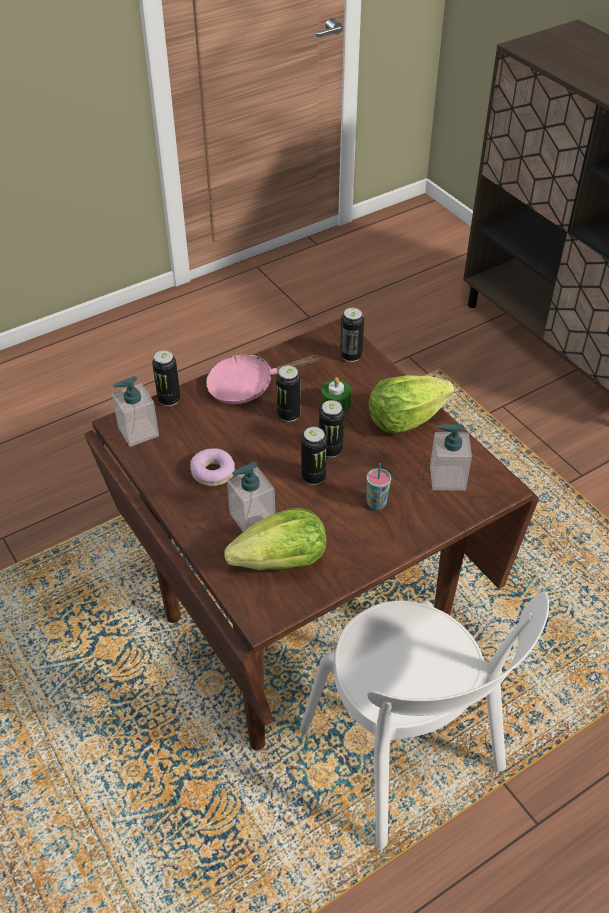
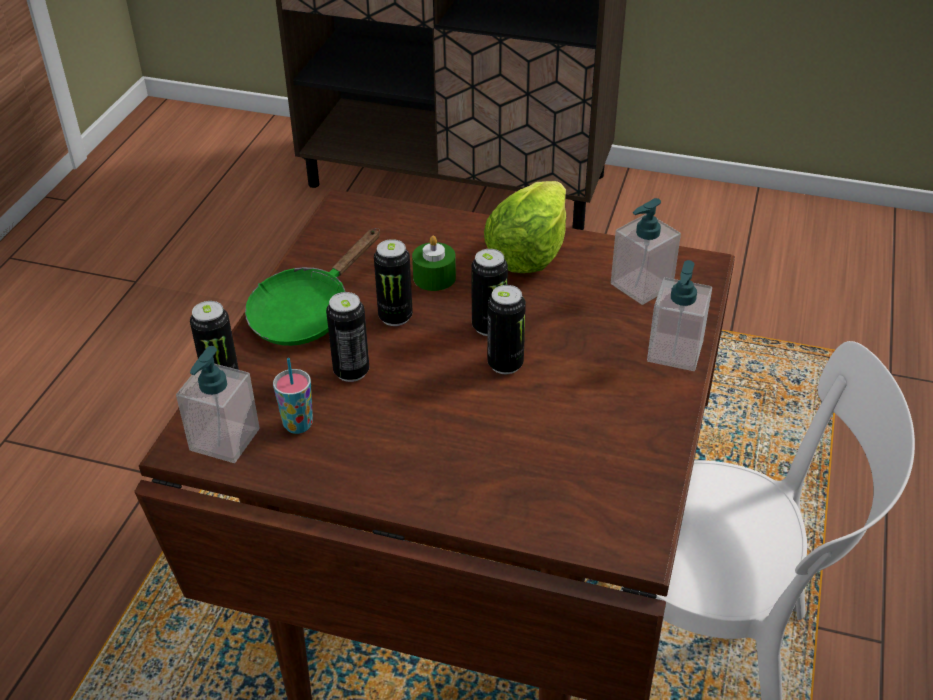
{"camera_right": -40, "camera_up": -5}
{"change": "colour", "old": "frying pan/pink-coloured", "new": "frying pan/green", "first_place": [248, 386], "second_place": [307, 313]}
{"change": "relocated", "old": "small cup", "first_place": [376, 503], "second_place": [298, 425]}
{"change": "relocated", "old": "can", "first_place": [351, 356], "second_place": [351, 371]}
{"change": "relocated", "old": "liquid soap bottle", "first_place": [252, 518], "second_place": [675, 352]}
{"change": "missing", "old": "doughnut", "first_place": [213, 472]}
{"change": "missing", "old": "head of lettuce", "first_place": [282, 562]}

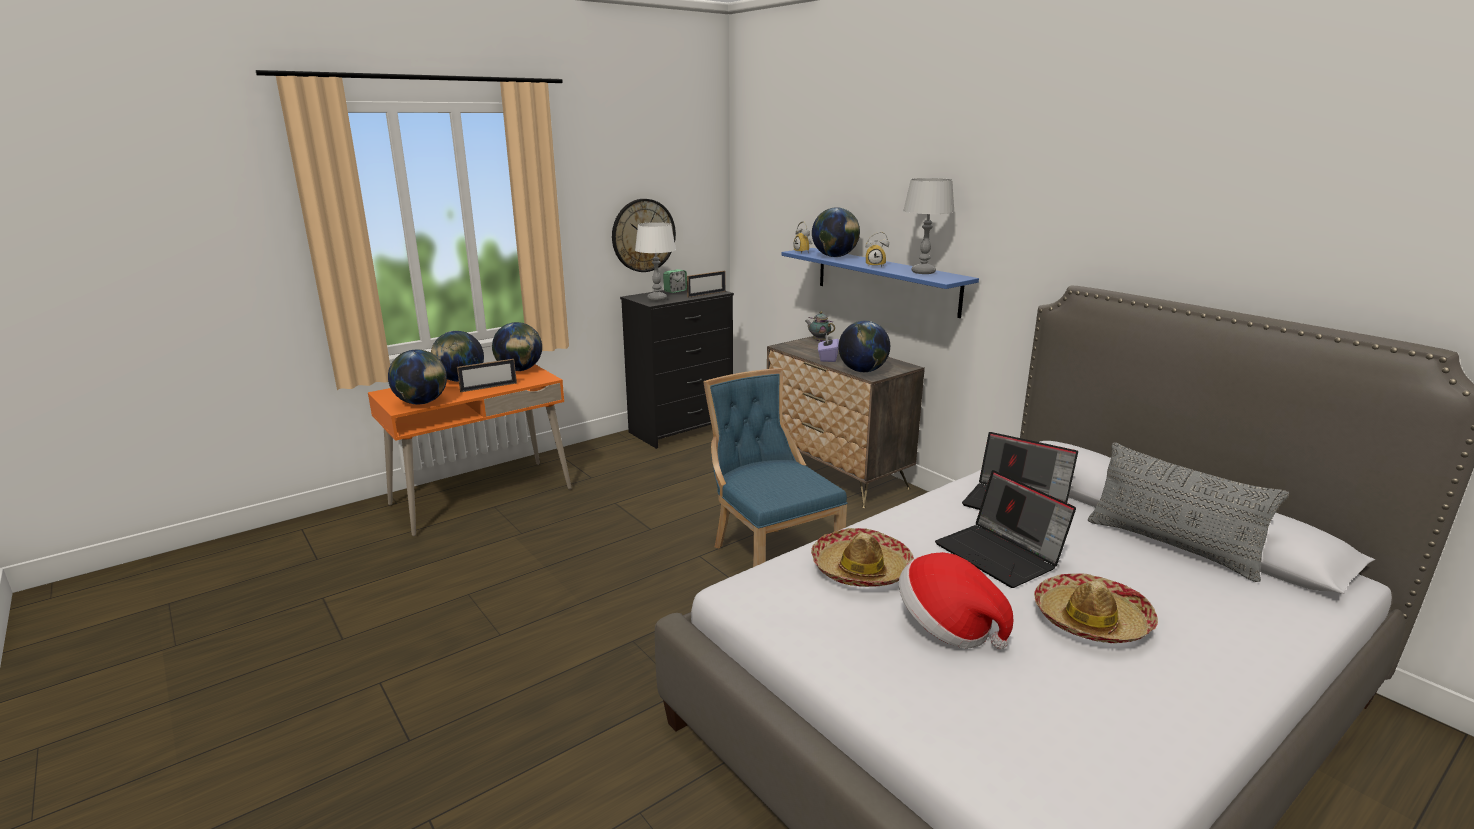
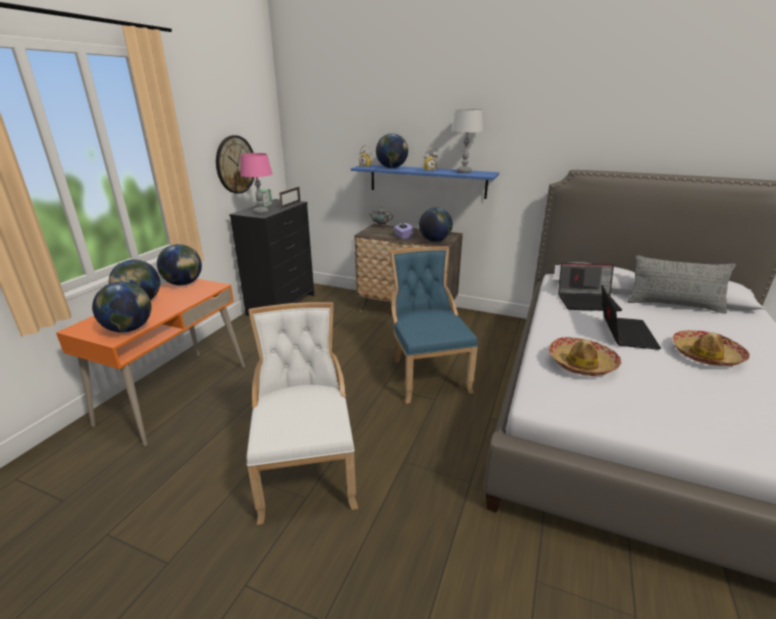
{"camera_right": -30, "camera_up": 5}
{"change": "colour", "old": "lamp for a table/whitish", "new": "lamp for a table/pink-coloured", "first_place": [657, 299], "second_place": [261, 212]}
{"change": "appeared", "new": "plain chair/whitish", "second_place": [307, 472]}
{"change": "spun", "old": "plain chair/blue", "first_place": [769, 559], "second_place": [427, 374], "degrees": 45}
{"change": "spun", "old": "notebook computer", "first_place": [1000, 555], "second_place": [623, 332], "degrees": -105}
{"change": "missing", "old": "standing frame", "first_place": [488, 387]}
{"change": "missing", "old": "wearable hat", "first_place": [947, 626]}

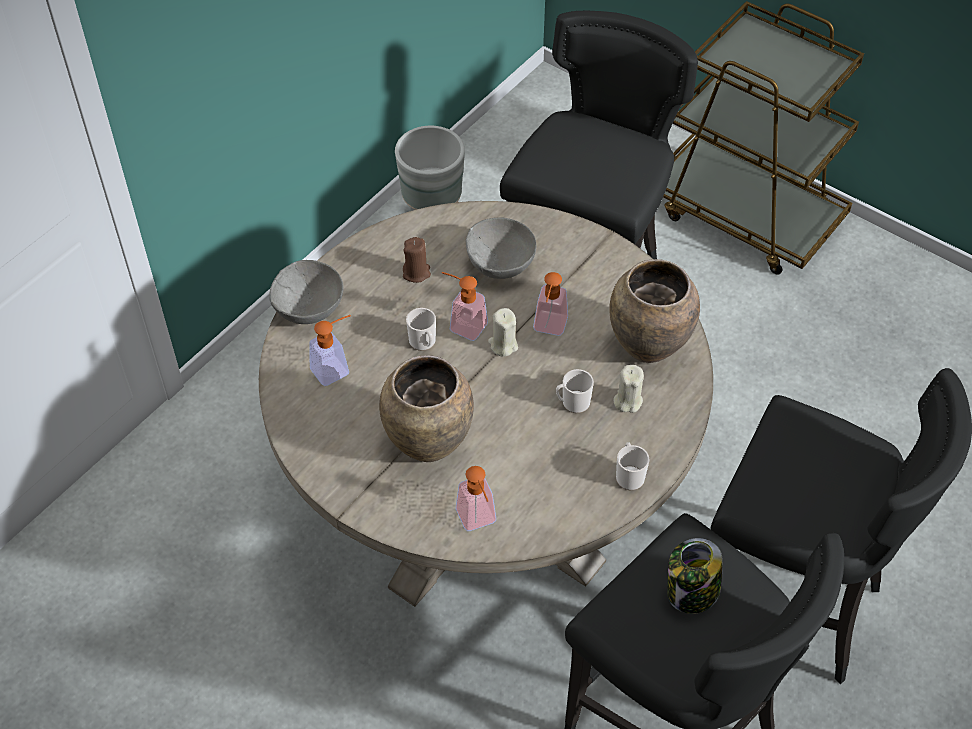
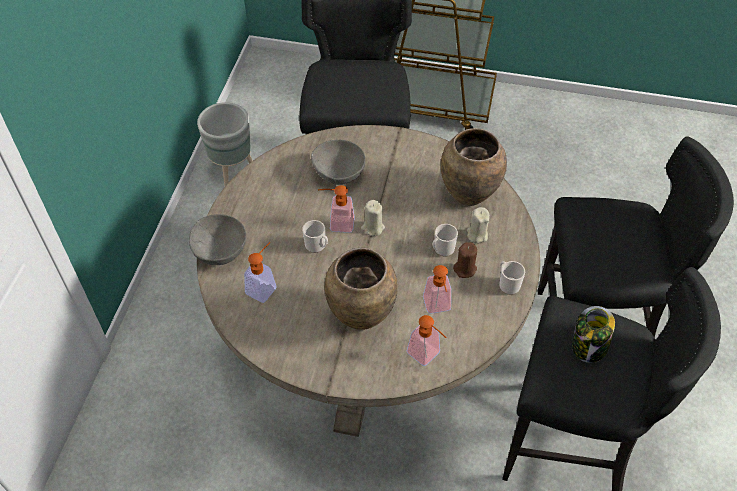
{"camera_right": -25, "camera_up": 0}
{"change": "relocated", "old": "liquid soap bottle", "first_place": [549, 328], "second_place": [438, 307]}
{"change": "relocated", "old": "candle/brownish", "first_place": [416, 273], "second_place": [465, 269]}

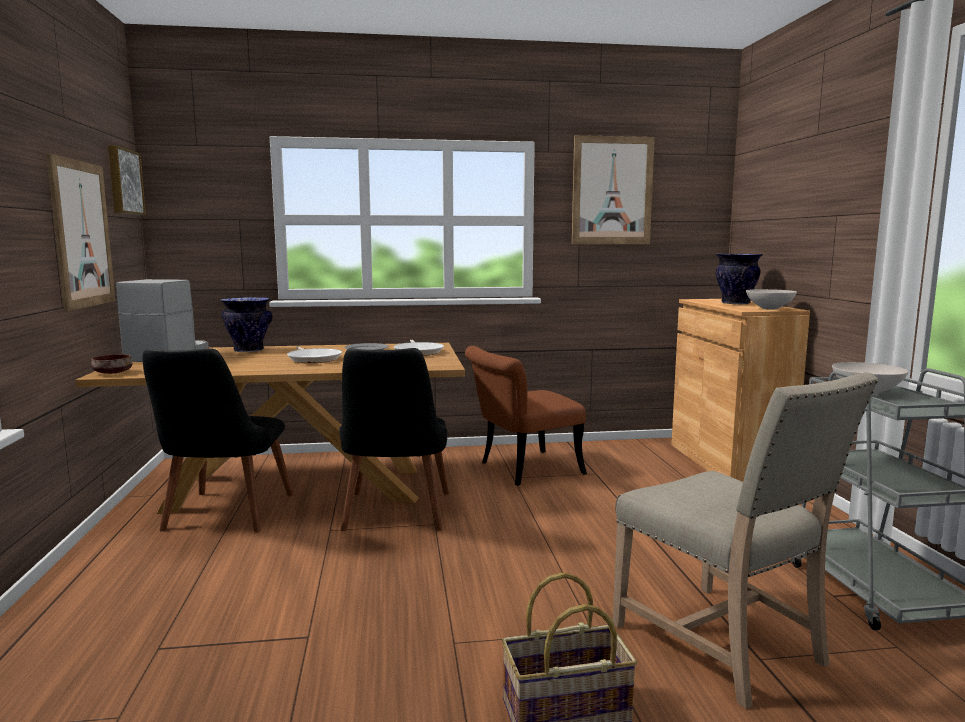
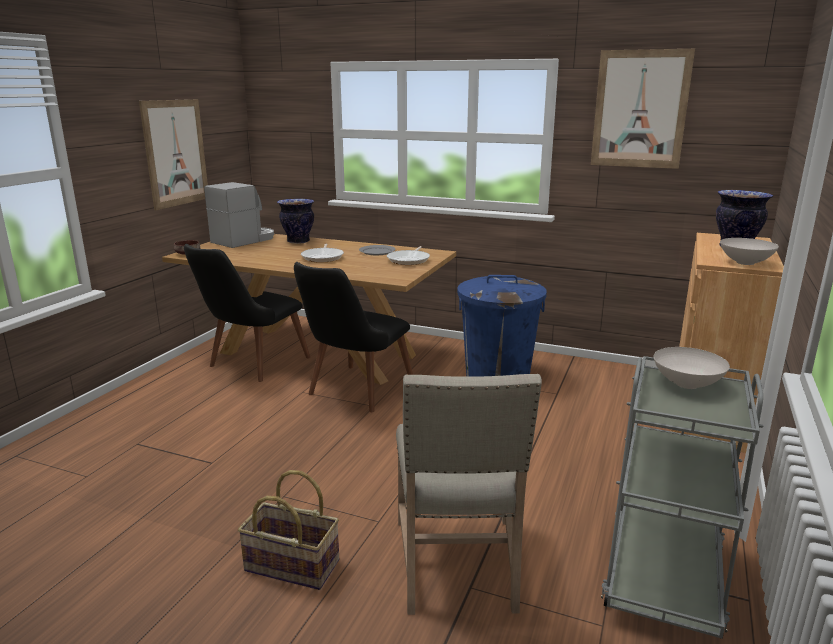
{"camera_right": 30, "camera_up": 10}
{"change": "exchanged", "old": "plain chair/brownish", "new": "trash can/blue", "first_place": [521, 470], "second_place": [497, 375]}
{"change": "missing", "old": "wall art", "first_place": [123, 182]}

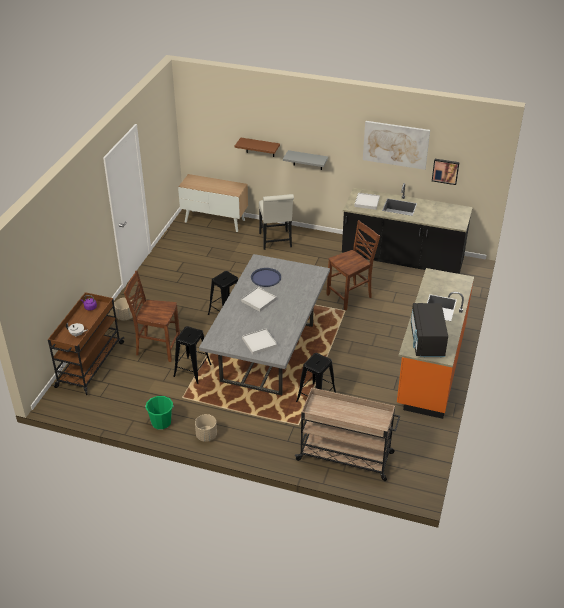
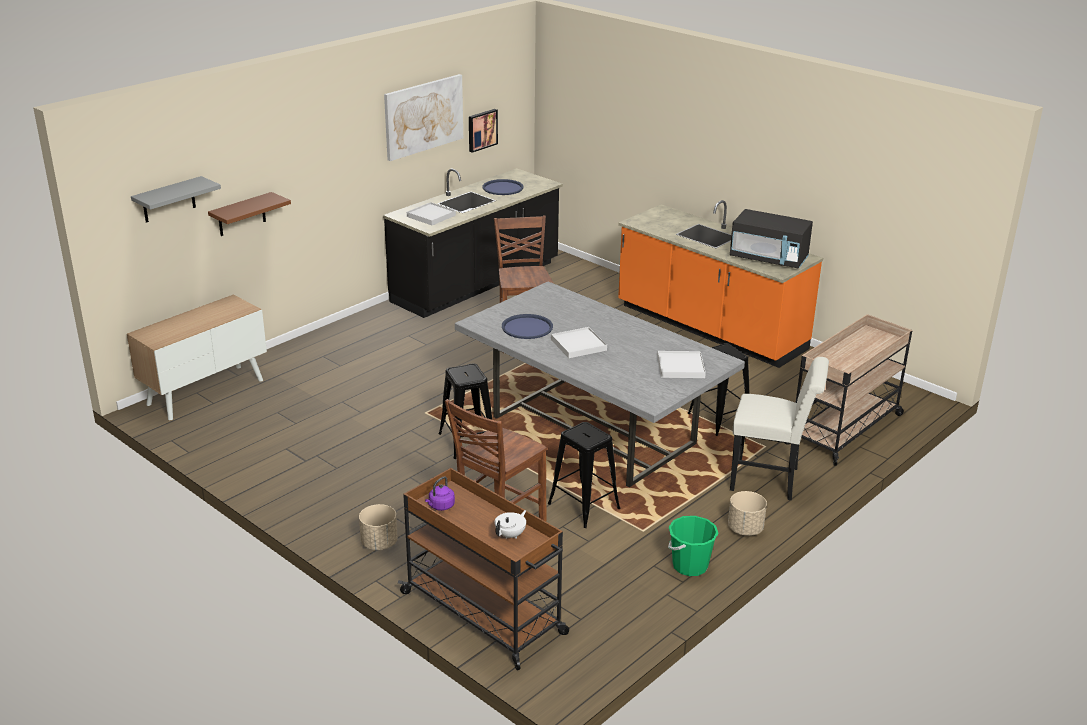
{"camera_right": -65, "camera_up": -10}
{"change": "relocated", "old": "shelf/gray", "first_place": [307, 160], "second_place": [168, 200]}
{"change": "appeared", "new": "carrying tray/blue", "second_place": [503, 188]}
{"change": "relocated", "old": "plain chair/whitish", "first_place": [276, 242], "second_place": [770, 480]}

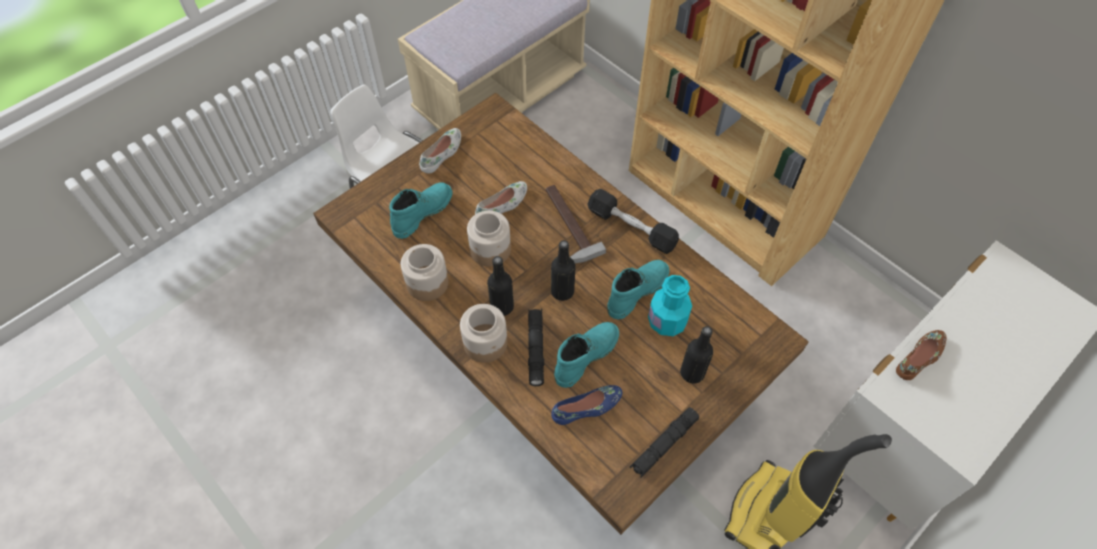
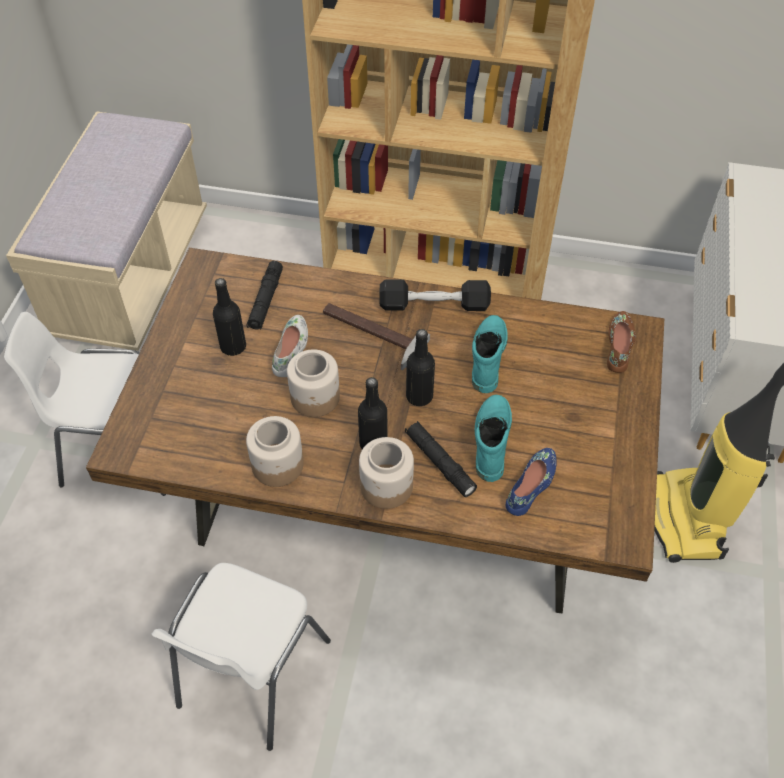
{"camera_right": -35, "camera_up": -5}
{"change": "appeared", "new": "plain chair/whitish", "second_place": [250, 676]}
{"change": "relocated", "old": "drink bottle/black", "first_place": [692, 373], "second_place": [233, 347]}
{"change": "relocated", "old": "flashlight/black", "first_place": [664, 444], "second_place": [265, 301]}
{"change": "relocated", "old": "shoe/brownish", "first_place": [920, 358], "second_place": [620, 346]}
{"change": "missing", "old": "tall boot/turquoise-coloured", "first_place": [422, 212]}
{"change": "missing", "old": "shoe/whitish", "first_place": [442, 154]}
{"change": "missing", "old": "drink bottle/turquoise-coloured", "first_place": [667, 321]}

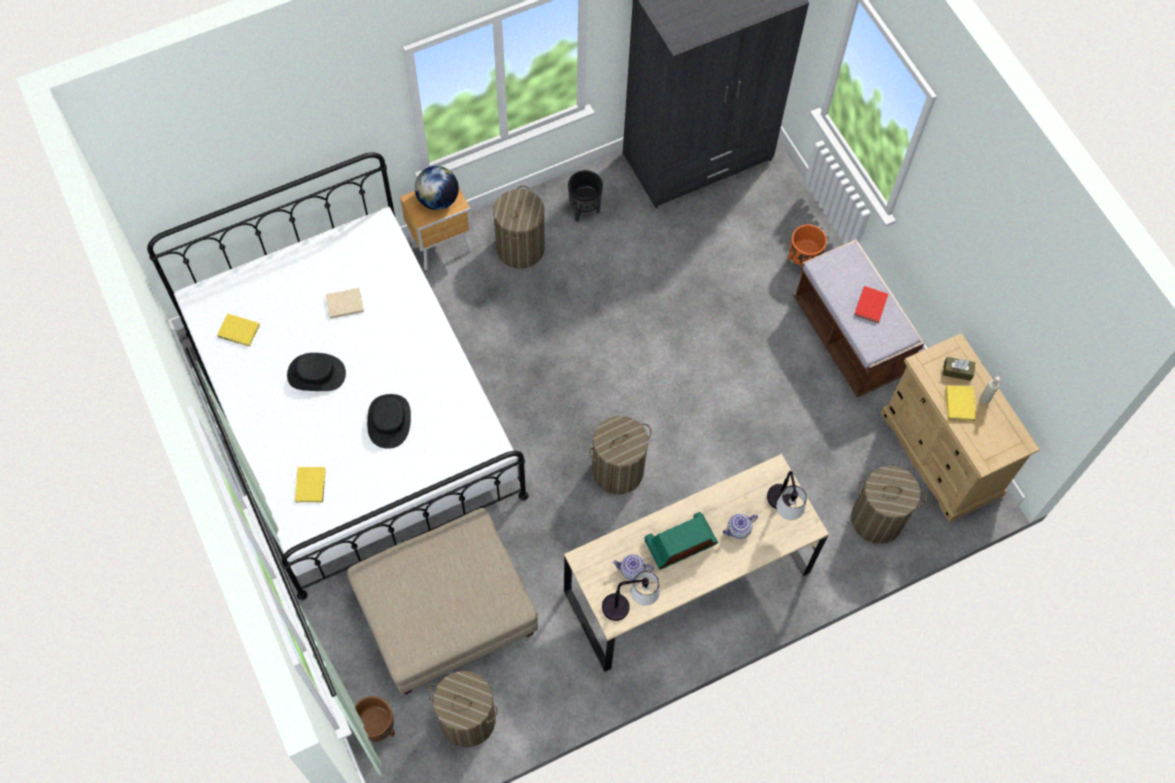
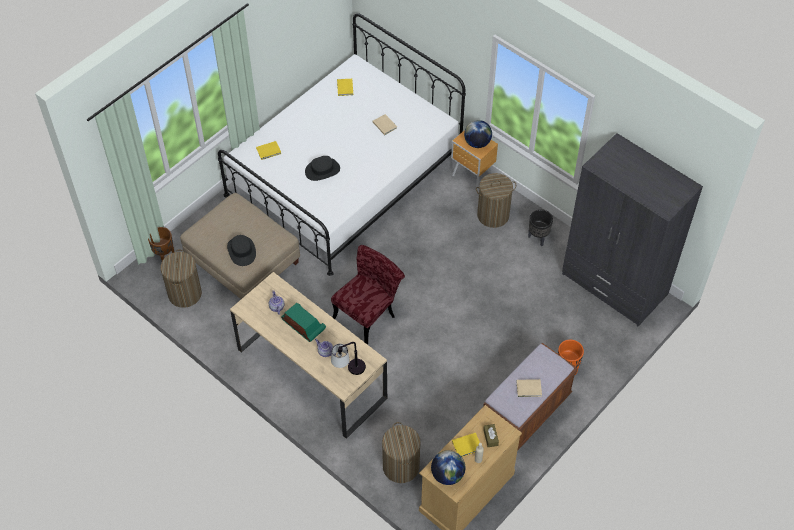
{"camera_right": 70, "camera_up": -10}
{"change": "relocated", "old": "wearable hat/black", "first_place": [316, 374], "second_place": [242, 251]}
{"change": "exchanged", "old": "hamper", "new": "plain chair/red-coloured", "first_place": [618, 470], "second_place": [368, 314]}
{"change": "appeared", "new": "globe", "second_place": [447, 475]}
{"change": "colour", "old": "volume/red-coloured", "new": "volume/beige-coloured", "first_place": [871, 304], "second_place": [529, 389]}
{"change": "missing", "old": "lamp for a table", "first_place": [629, 605]}

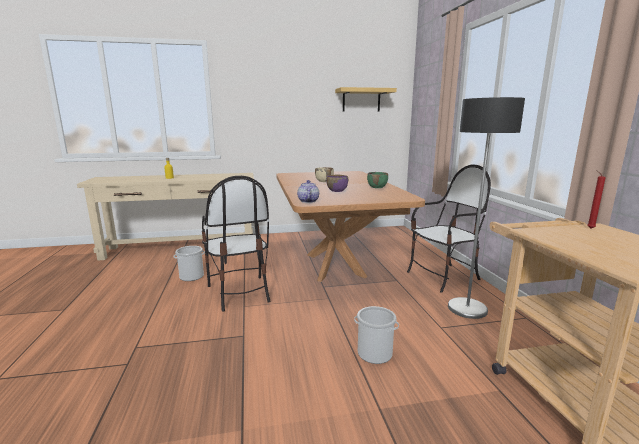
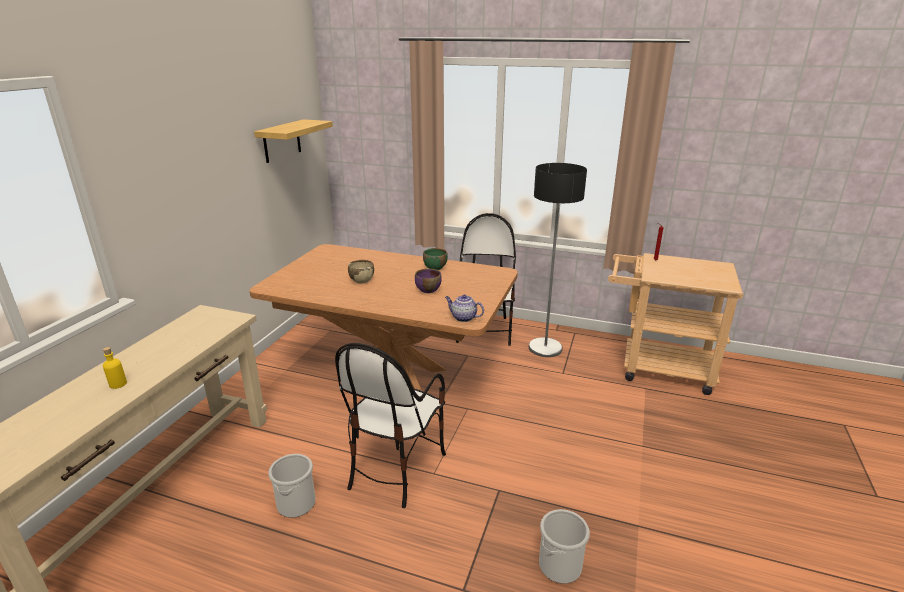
{"camera_right": -60, "camera_up": 10}
{"change": "spun", "old": "plain chair", "first_place": [239, 292], "second_place": [395, 468], "degrees": 105}
{"change": "relocated", "old": "water bucket", "first_place": [374, 353], "second_place": [560, 566]}

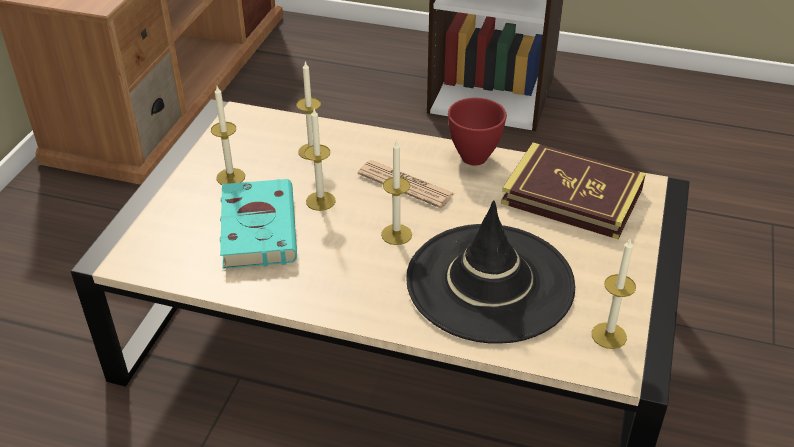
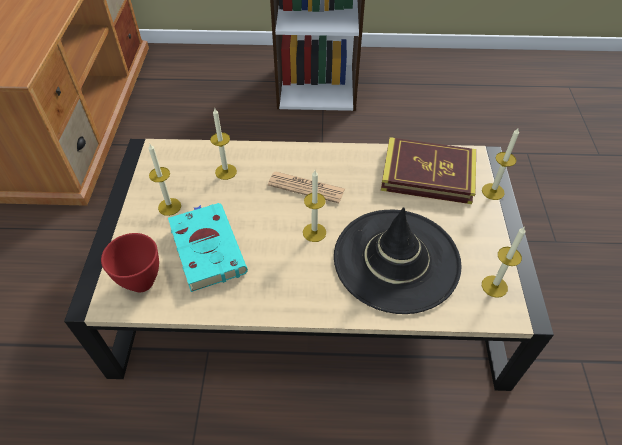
{"camera_right": -15, "camera_up": 10}
{"change": "relocated", "old": "deep dish/red-coloured", "first_place": [472, 157], "second_place": [140, 282]}
{"change": "relocated", "old": "candle", "first_place": [320, 201], "second_place": [493, 191]}

